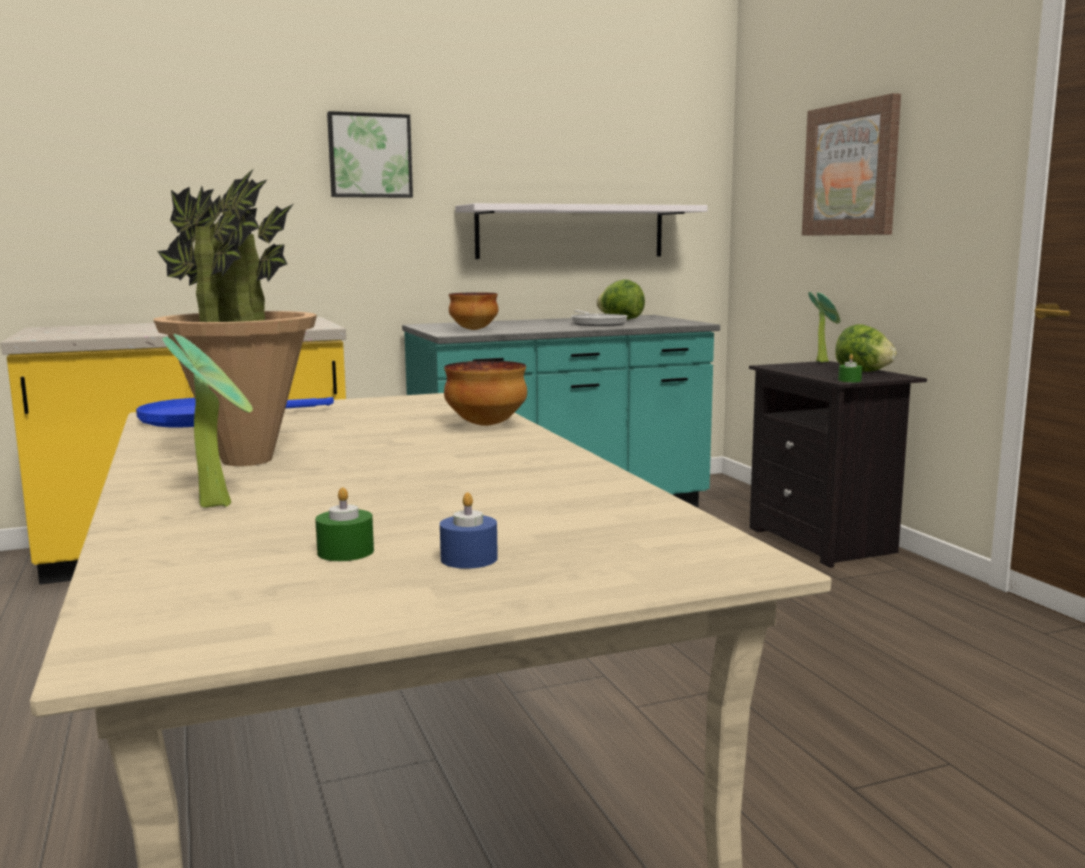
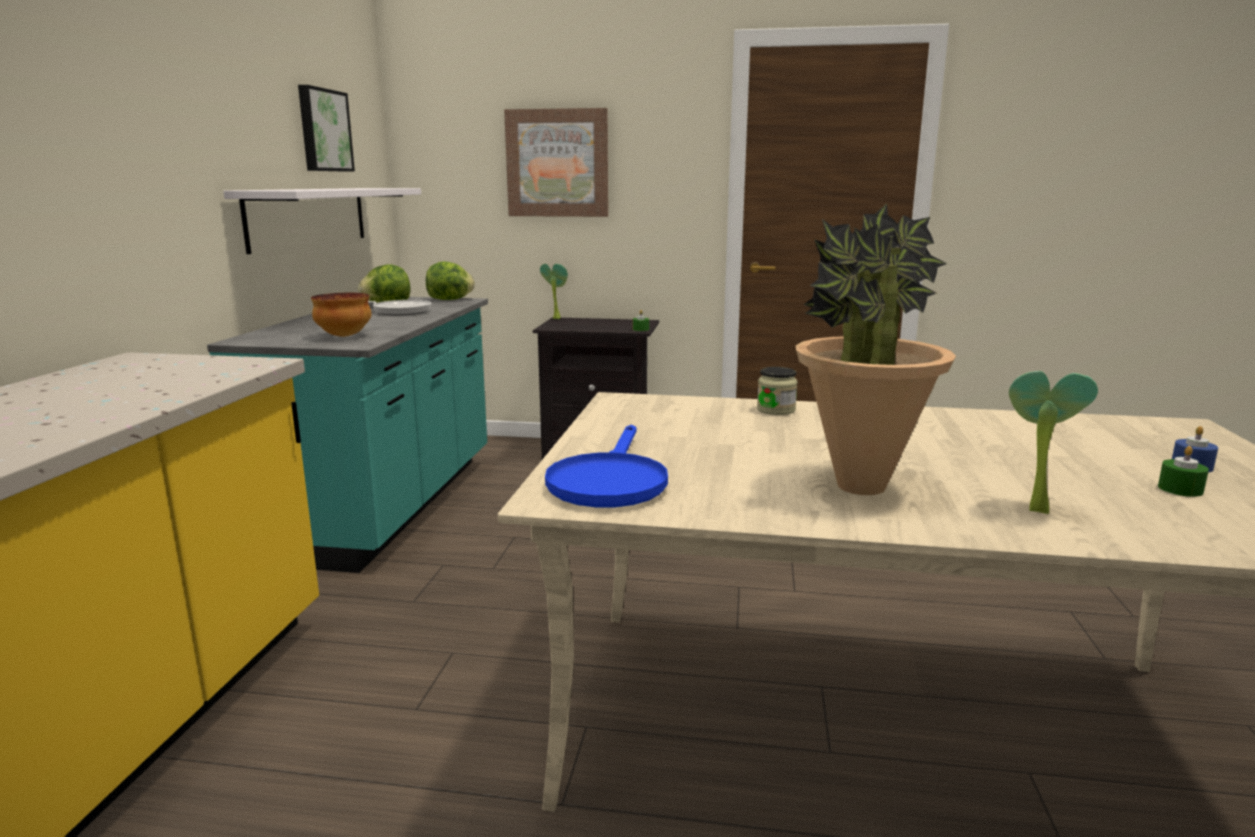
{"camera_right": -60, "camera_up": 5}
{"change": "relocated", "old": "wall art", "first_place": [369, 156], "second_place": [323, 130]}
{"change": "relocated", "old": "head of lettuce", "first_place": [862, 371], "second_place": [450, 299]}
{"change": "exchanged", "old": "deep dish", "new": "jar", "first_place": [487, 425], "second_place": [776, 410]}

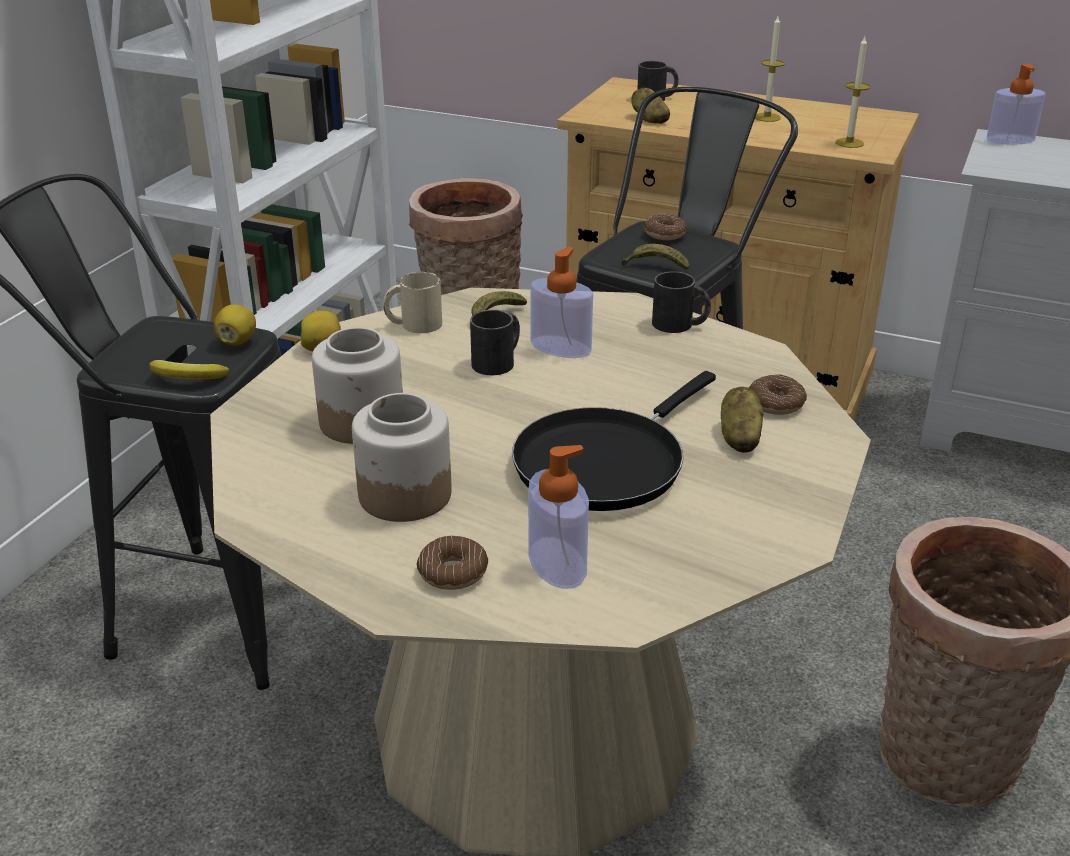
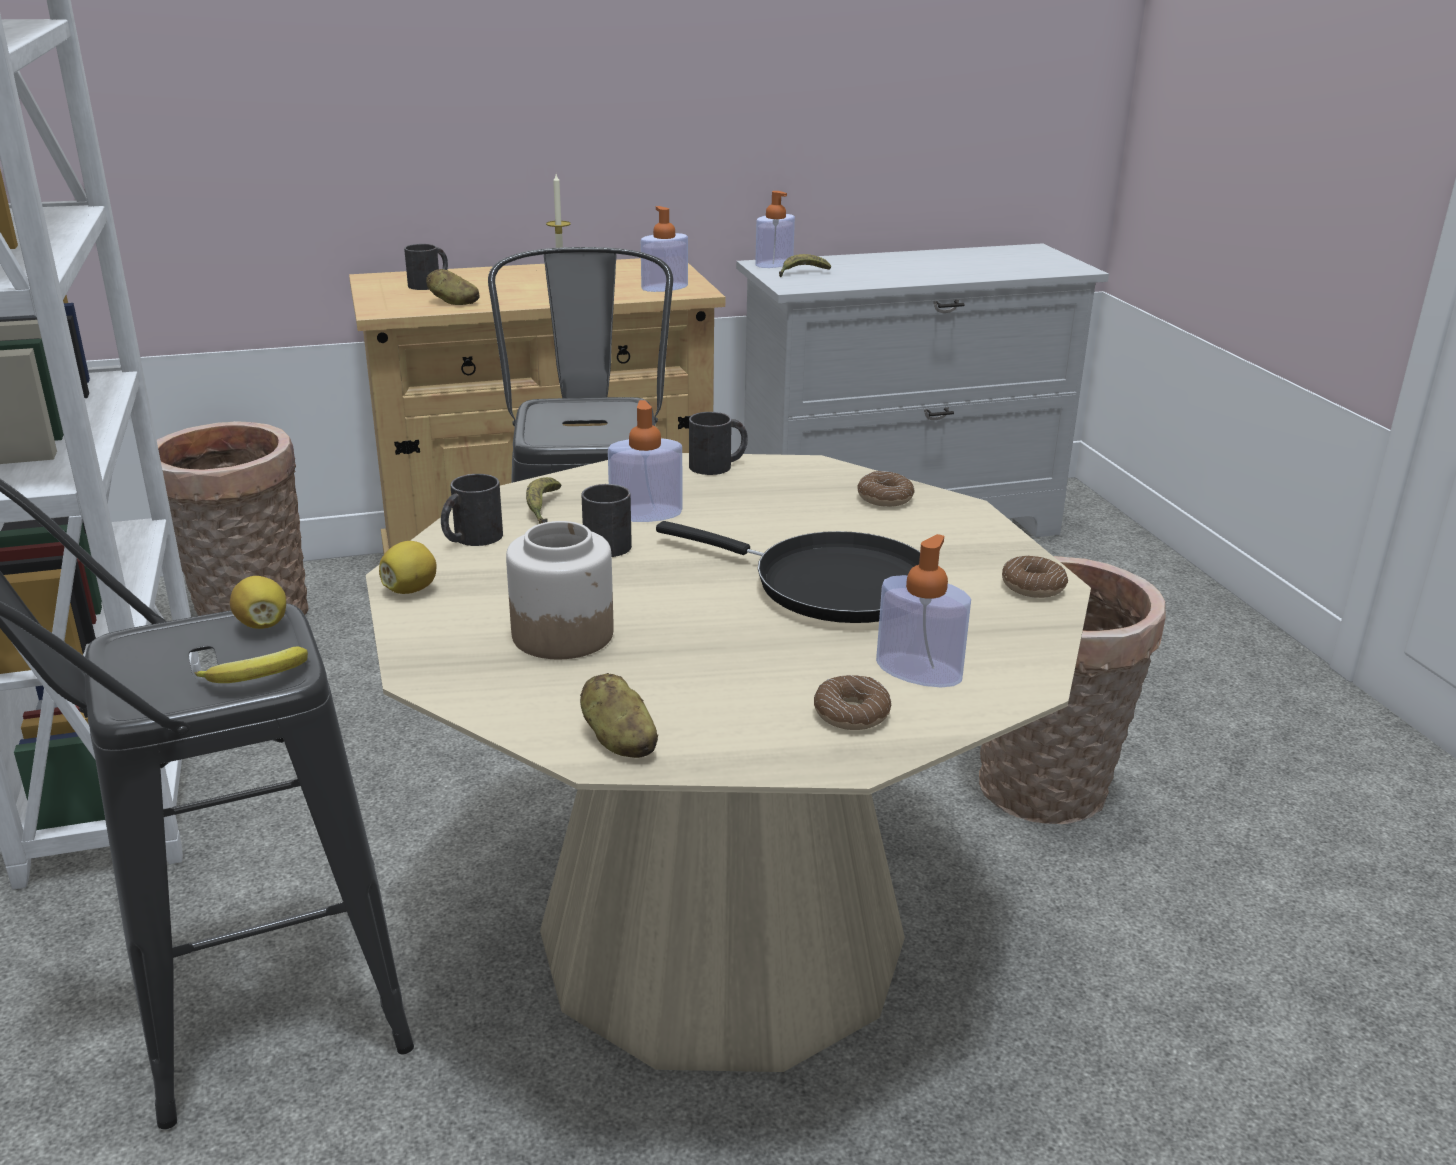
{"camera_right": -40, "camera_up": -5}
{"change": "colour", "old": "mug/beige-coloured", "new": "mug/black", "first_place": [413, 324], "second_place": [471, 539]}
{"change": "relocated", "old": "whole potato", "first_place": [739, 437], "second_place": [618, 740]}
{"change": "exchanged", "old": "candle", "new": "liquid soap bottle", "first_place": [849, 143], "second_place": [664, 287]}
{"change": "spun", "old": "frying pan/black", "first_place": [605, 462], "second_place": [830, 585], "degrees": -60}
{"change": "relocated", "old": "whole banana", "first_place": [655, 266], "second_place": [802, 273]}
{"change": "relocated", "old": "doughnut", "first_place": [664, 234], "second_place": [1033, 587]}
{"change": "missing", "old": "jar", "first_place": [404, 494]}

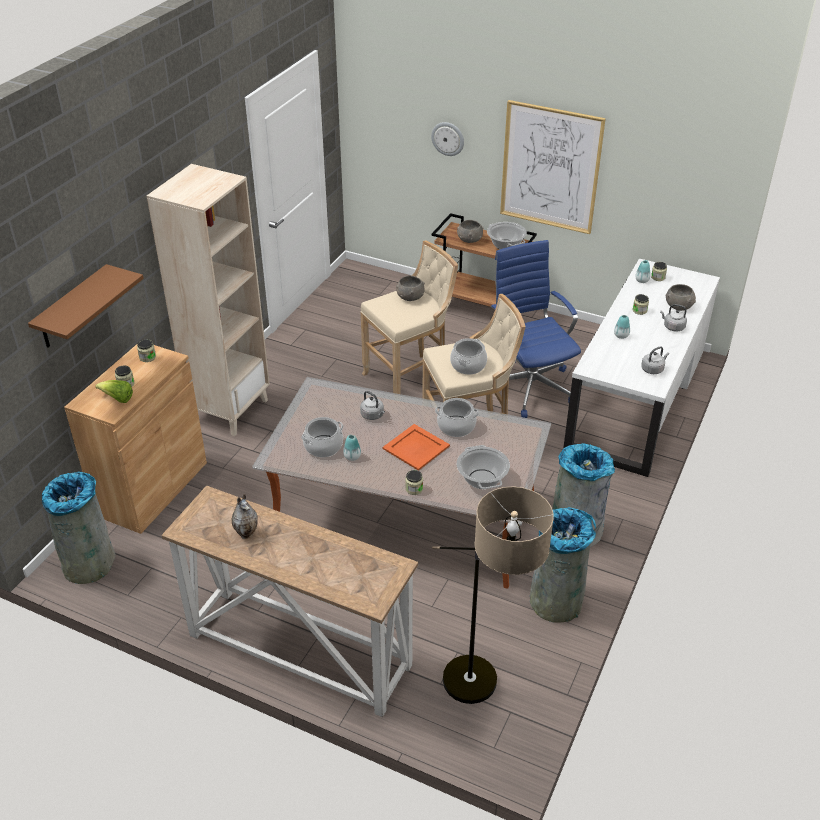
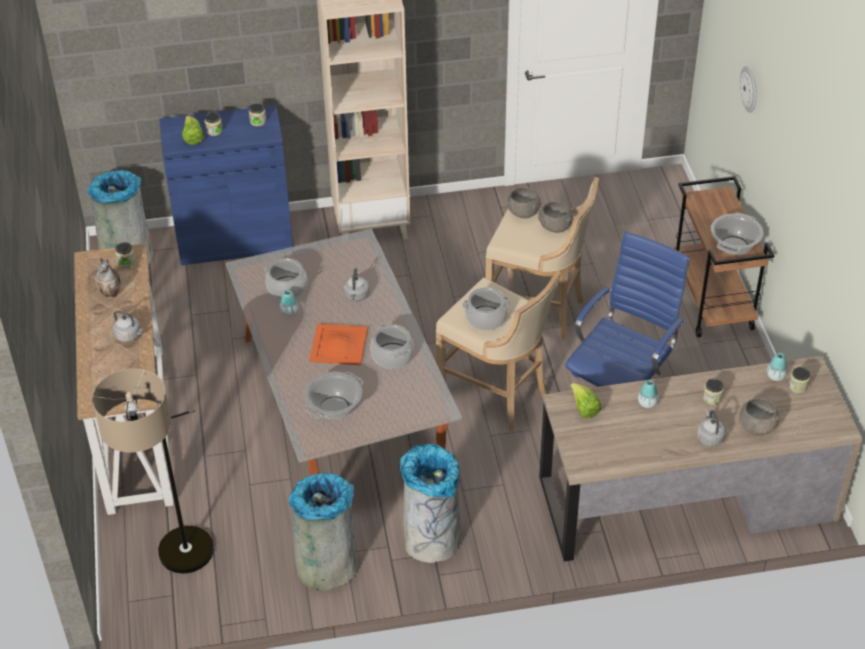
{"camera_right": 55, "camera_up": 5}
{"change": "relocated", "old": "water kettle/gray", "first_place": [653, 369], "second_place": [129, 335]}
{"change": "relocated", "old": "jar", "first_place": [414, 489], "second_place": [126, 261]}
{"change": "colour", "old": "storage cabinet/brownish", "new": "storage cabinet/blue", "first_place": [152, 488], "second_place": [235, 240]}
{"change": "relocated", "old": "deep dish/gray", "first_place": [469, 239], "second_place": [523, 212]}
{"change": "colour", "old": "desk table/whitish", "new": "desk table/brownish", "first_place": [636, 400], "second_place": [686, 499]}
{"change": "appeared", "new": "head of lettuce", "second_place": [584, 409]}
{"change": "missing", "old": "shelf/brownish", "first_place": [72, 308]}
{"change": "missing", "old": "wall art", "first_place": [550, 167]}

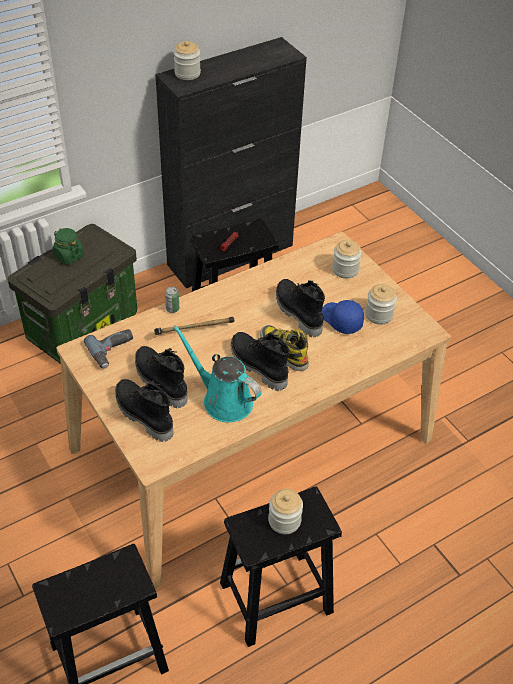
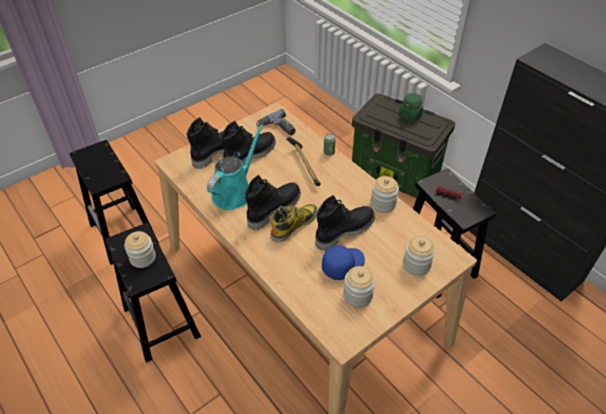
{"camera_right": 85, "camera_up": 0}
{"change": "relocated", "old": "jar", "first_place": [187, 73], "second_place": [383, 204]}

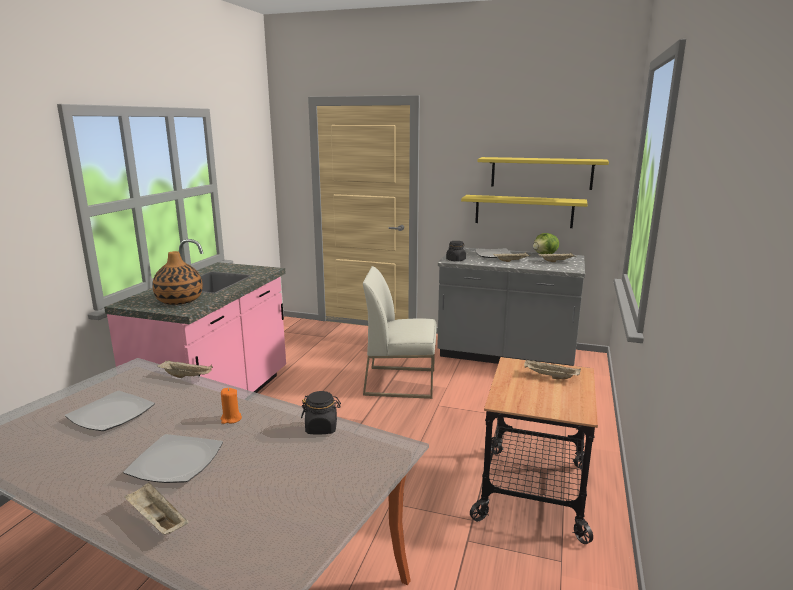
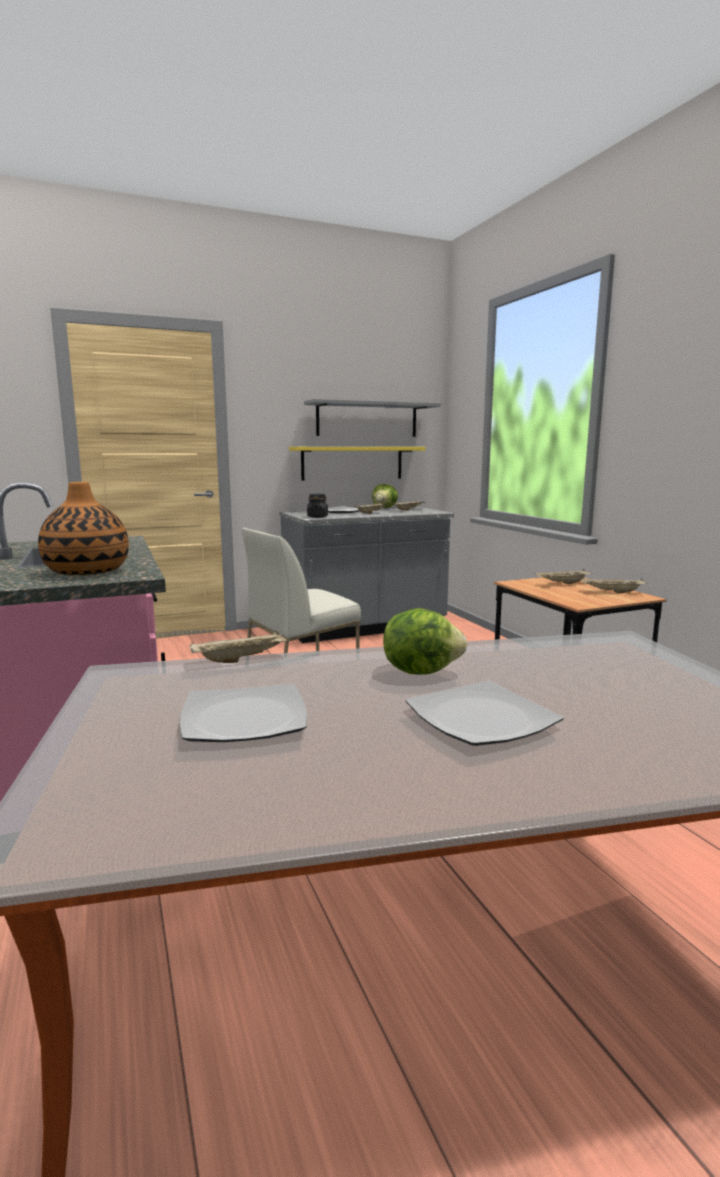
{"camera_right": -40, "camera_up": -5}
{"change": "colour", "old": "shelf/yellow-coloured", "new": "shelf/gray", "first_place": [541, 173], "second_place": [367, 419]}
{"change": "exchanged", "old": "candle/orangey", "new": "head of lettuce", "first_place": [231, 419], "second_place": [421, 670]}
{"change": "relocated", "old": "carrying tray/beige-coloured", "first_place": [156, 521], "second_place": [612, 592]}
{"change": "missing", "old": "jar/black", "first_place": [321, 428]}

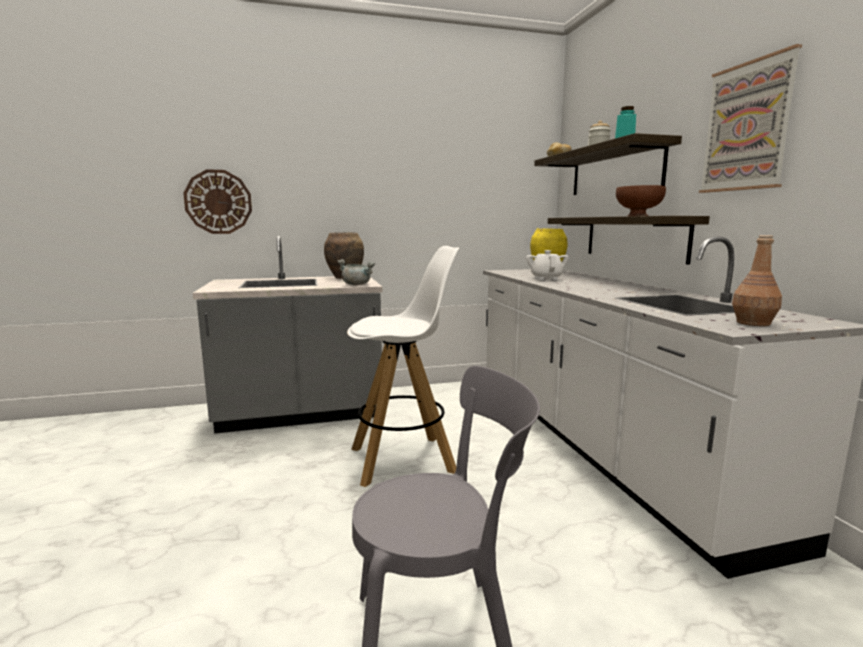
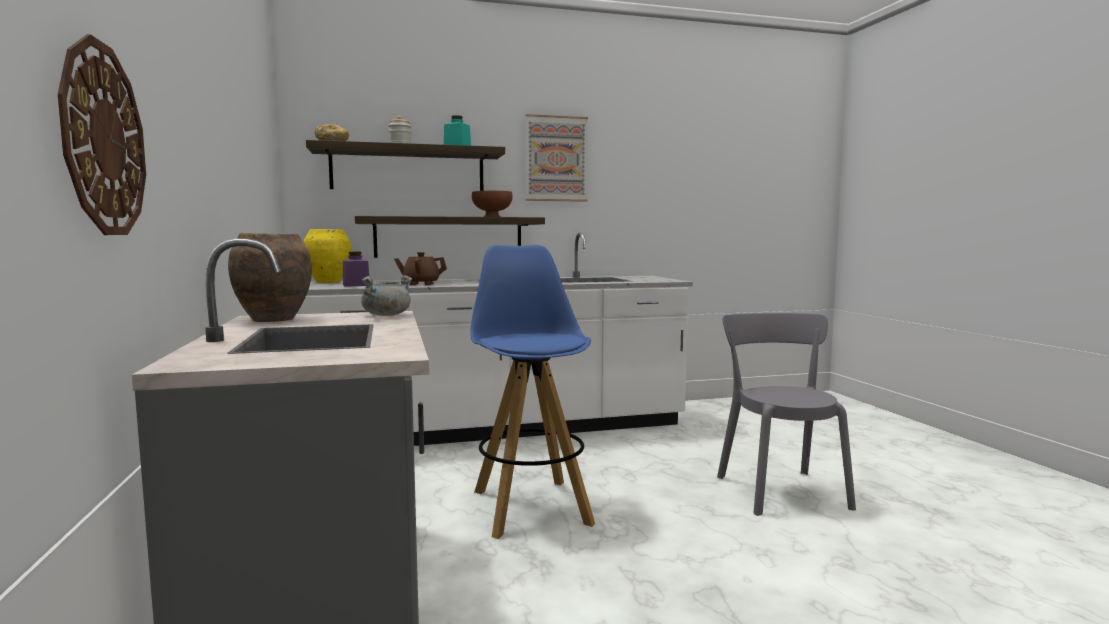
{"camera_right": -90, "camera_up": -5}
{"change": "appeared", "new": "jar/purplish", "second_place": [356, 285]}
{"change": "colour", "old": "pot for tea/whitish", "new": "pot for tea/brownish", "first_place": [546, 278], "second_place": [421, 284]}
{"change": "colour", "old": "stool/whitish", "new": "stool/blue", "first_place": [404, 460], "second_place": [531, 506]}
{"change": "missing", "old": "drink bottle/brownish", "first_place": [752, 323]}

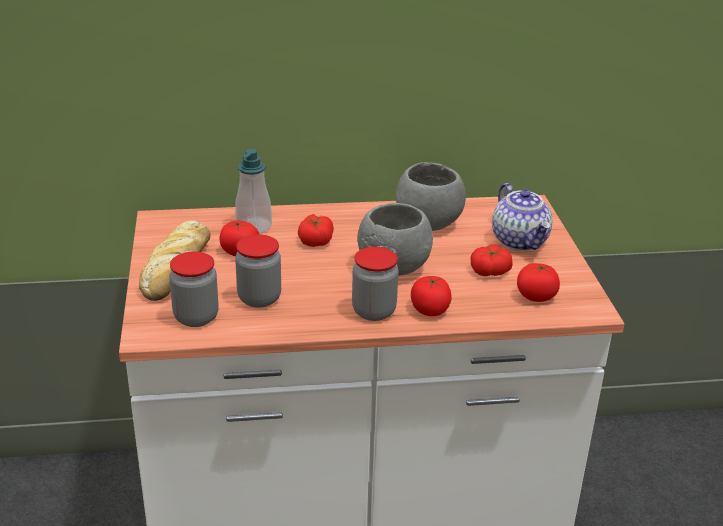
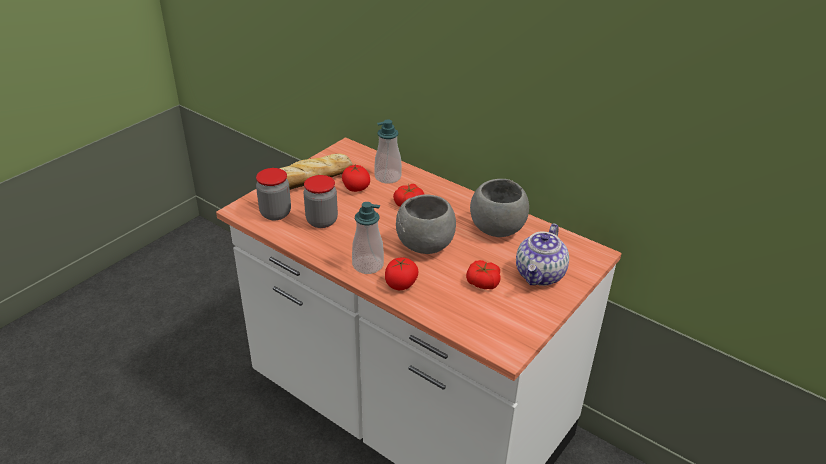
{"camera_right": 45, "camera_up": 5}
{"change": "exchanged", "old": "jar", "new": "liquid soap bottle", "first_place": [374, 311], "second_place": [368, 265]}
{"change": "missing", "old": "whole tomato", "first_place": [536, 296]}

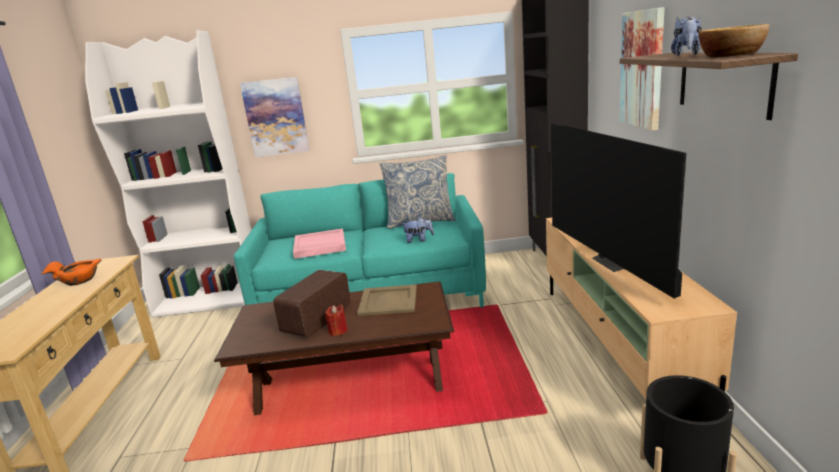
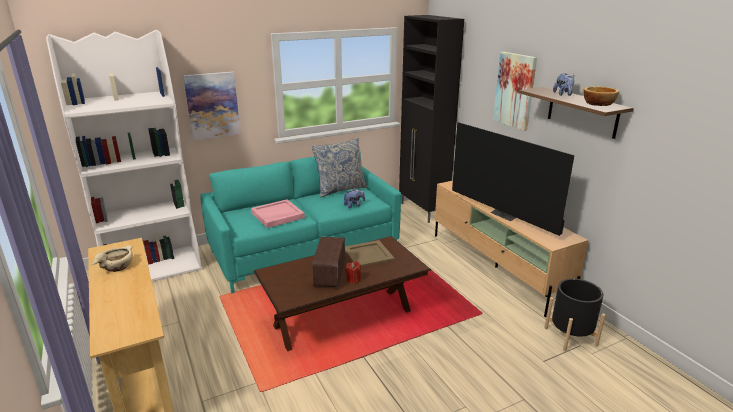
{"camera_right": -25, "camera_up": 5}
{"change": "colour", "old": "deep dish/orangey", "new": "deep dish/beige-coloured", "first_place": [80, 280], "second_place": [117, 266]}

